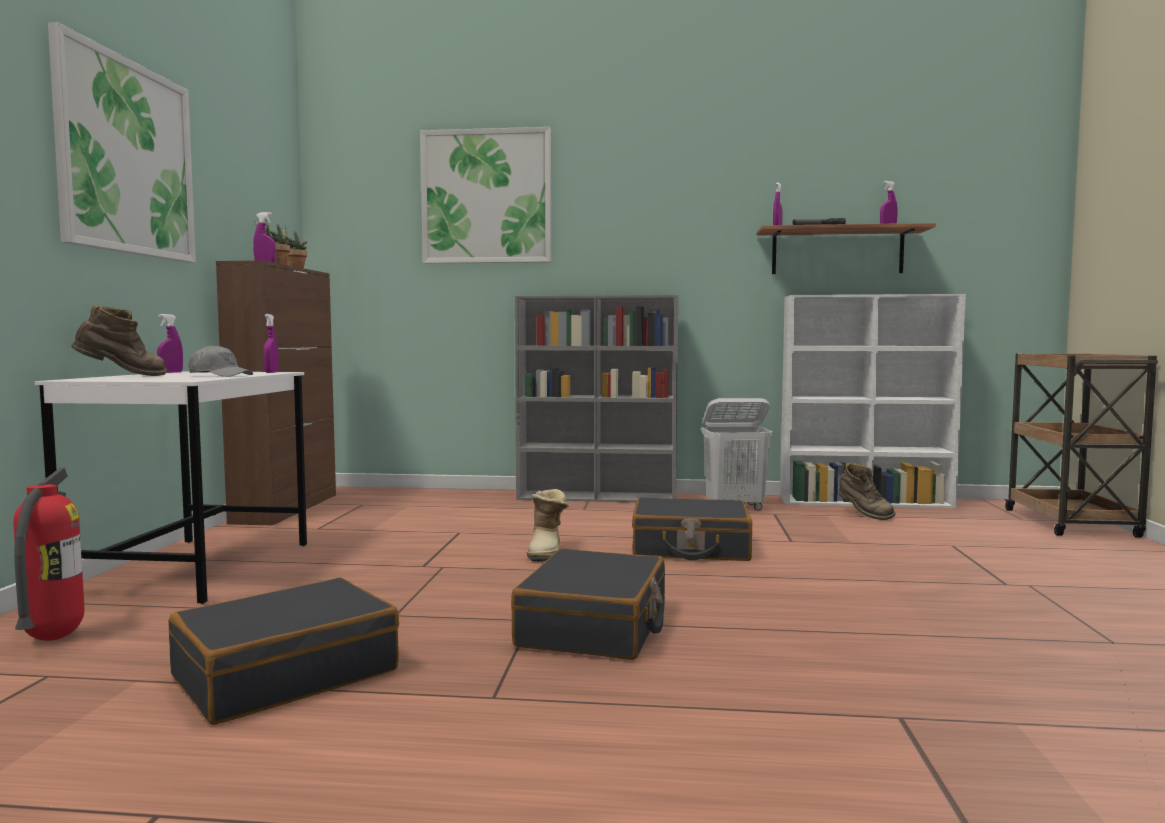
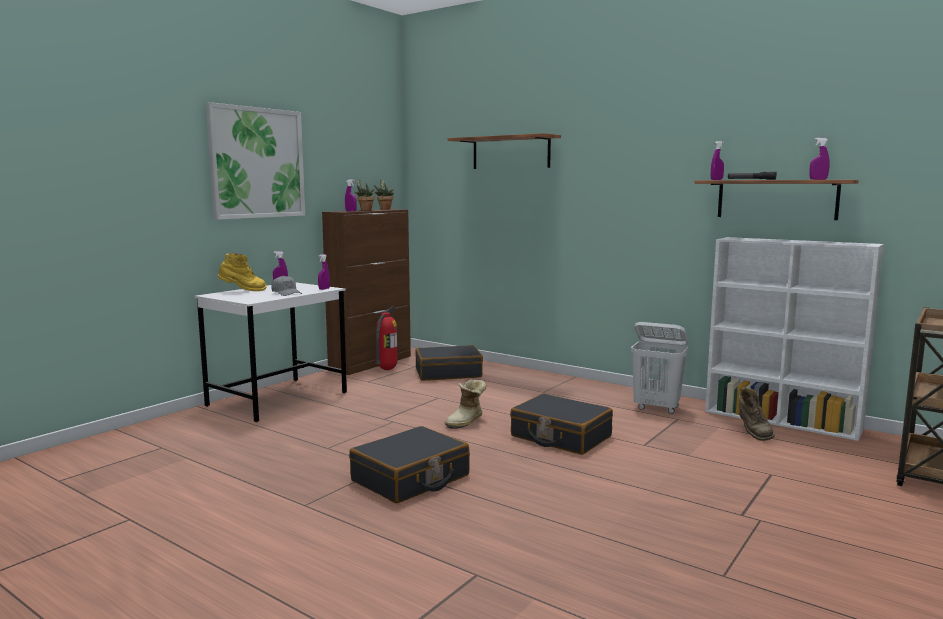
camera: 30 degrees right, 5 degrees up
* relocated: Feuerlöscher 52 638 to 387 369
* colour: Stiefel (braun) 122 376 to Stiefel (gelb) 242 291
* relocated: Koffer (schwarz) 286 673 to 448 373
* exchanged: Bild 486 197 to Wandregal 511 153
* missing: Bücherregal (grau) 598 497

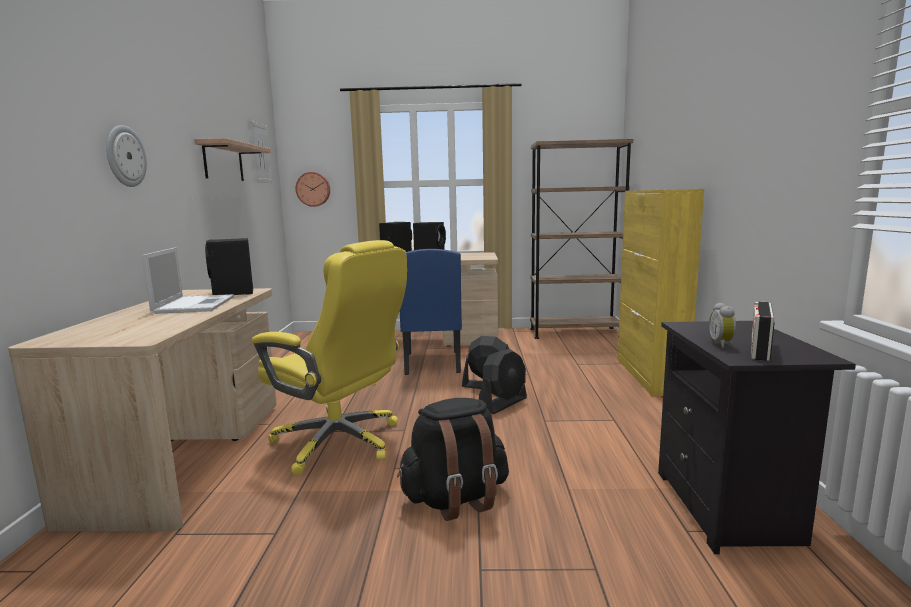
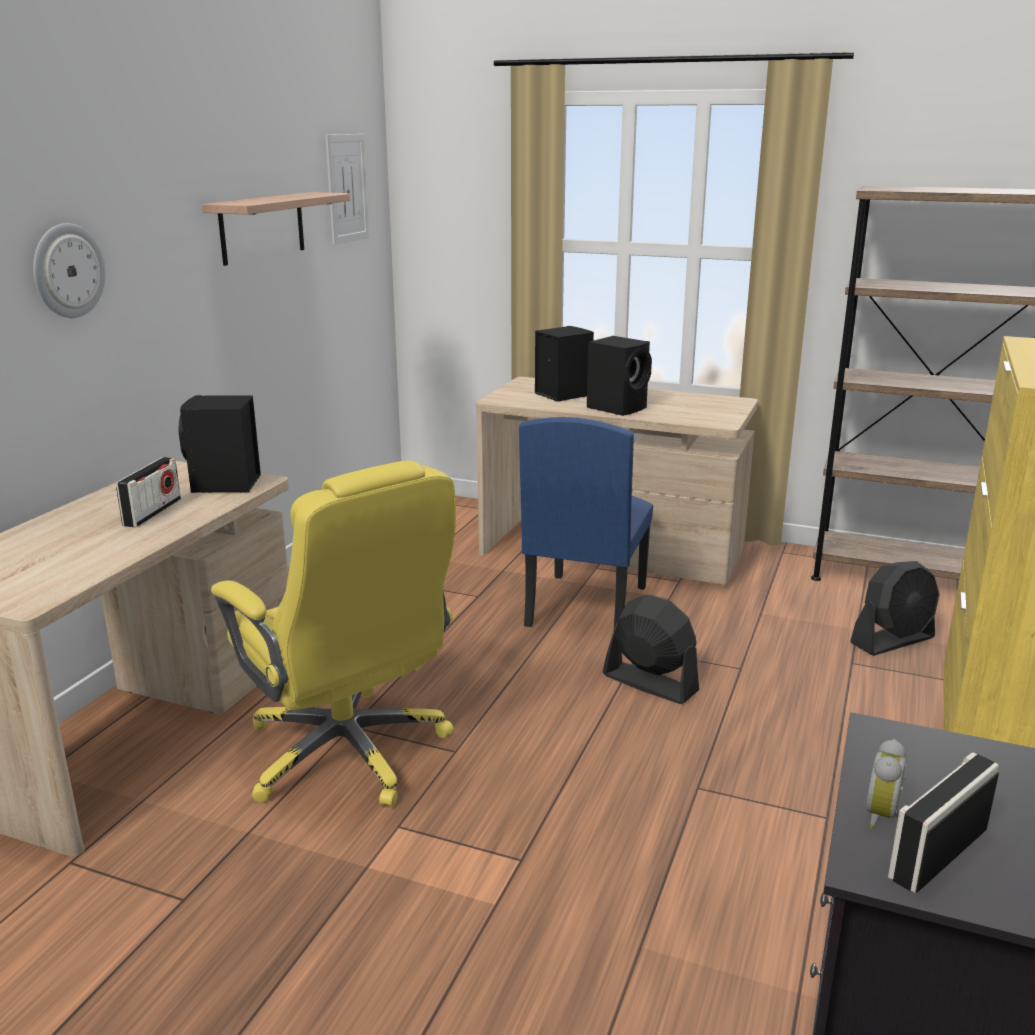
camera: 20 degrees right, 10 degrees up
* exchanged: Laptop 195 304 to Radio 152 512
* missing: Wanduhr 313 189
* missing: Rucksack (schwarz) 455 499
* relocated: Ventilator (schwarz) 503 403 to 893 640

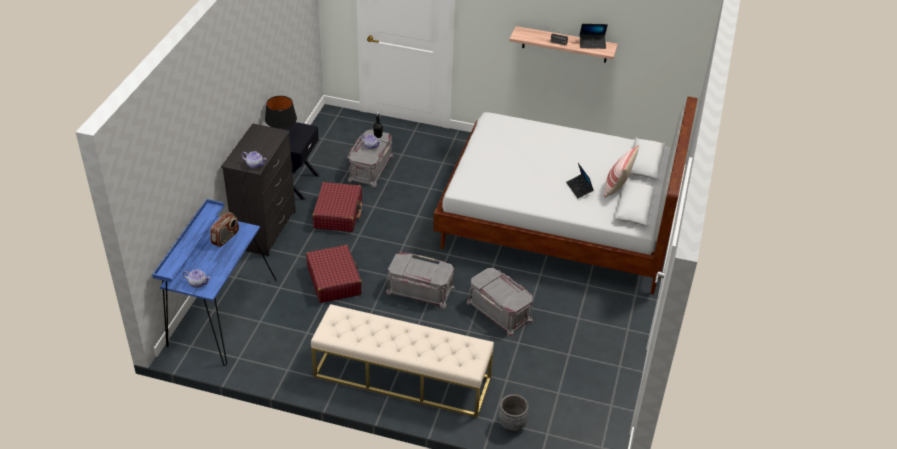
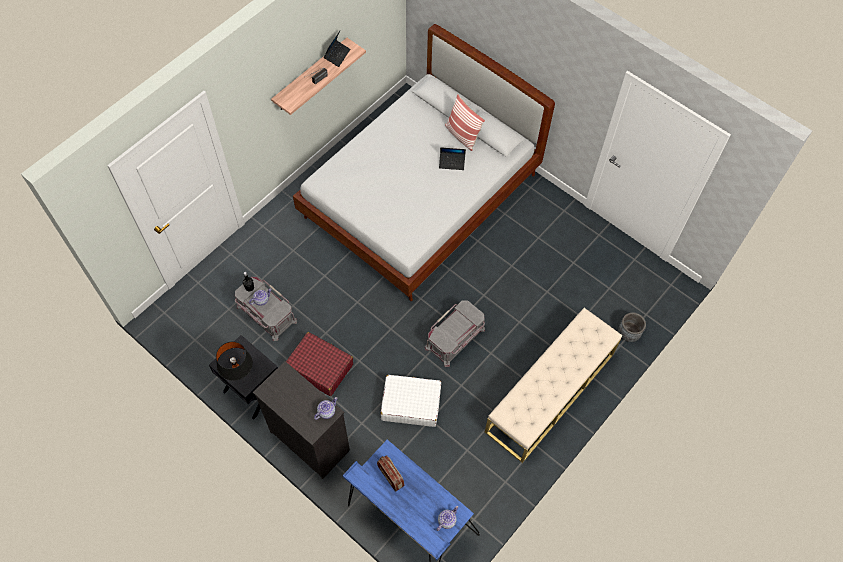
camera: 65 degrees left, 20 degrees up
* colour: Koffer (rot) 334 280 to Koffer (weiß) 410 404
* missing: Aufbewahrungsbox (grau) 500 310

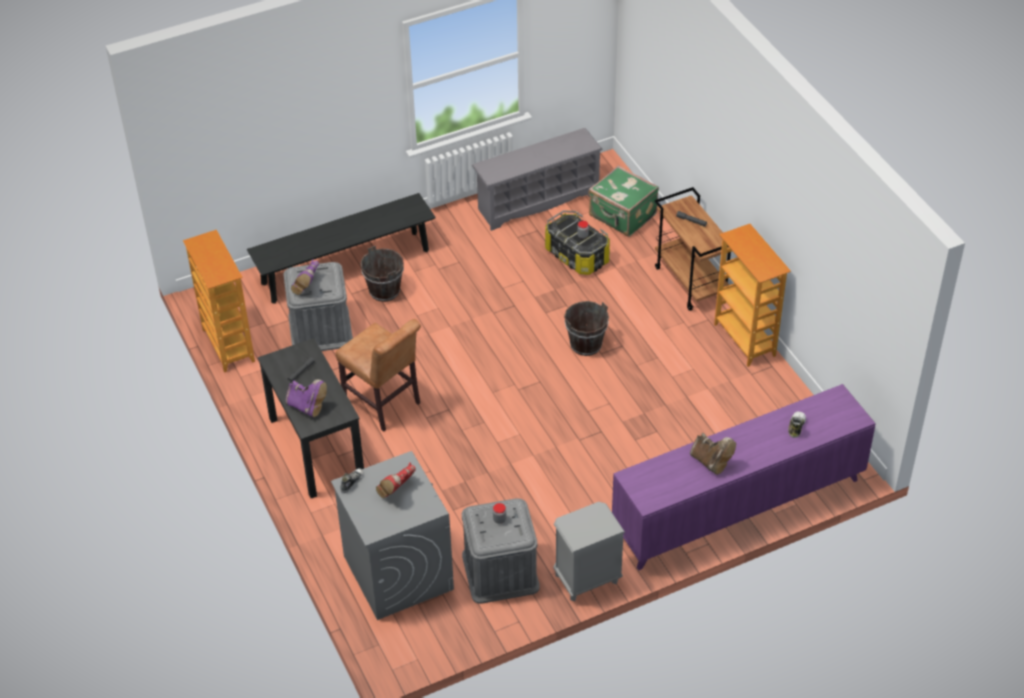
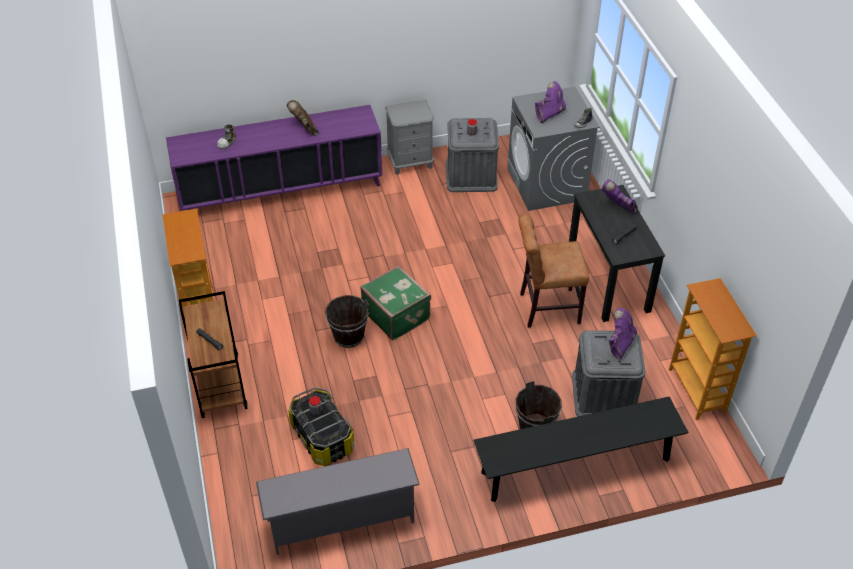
camera: 170 degrees left, 0 degrees up
* spun: Stuhl (braun) 384 405 = 546 308 60 degrees counterclockwise
* colour: Stiefel (rot) 397 491 to Stiefel (lila) 549 114
* relocated: Koffer (grün) 622 216 to 396 314

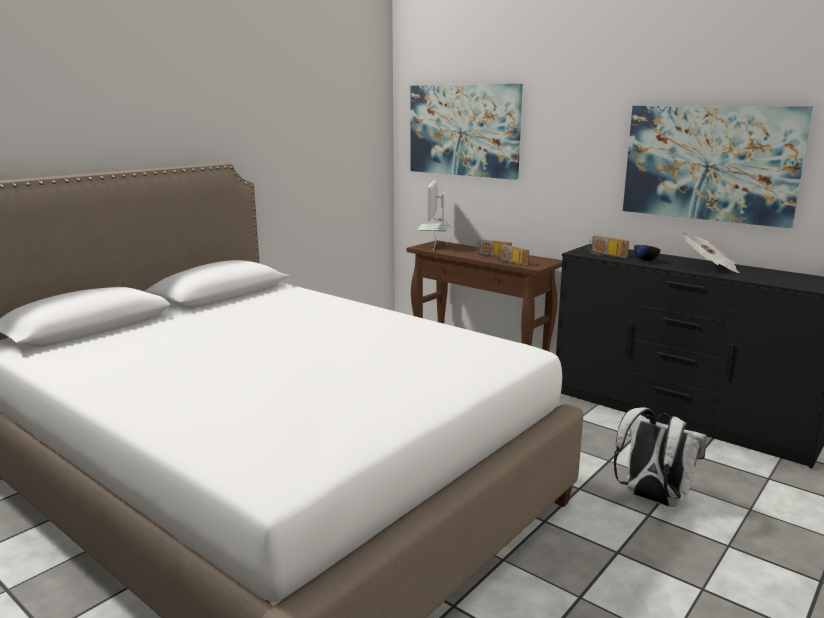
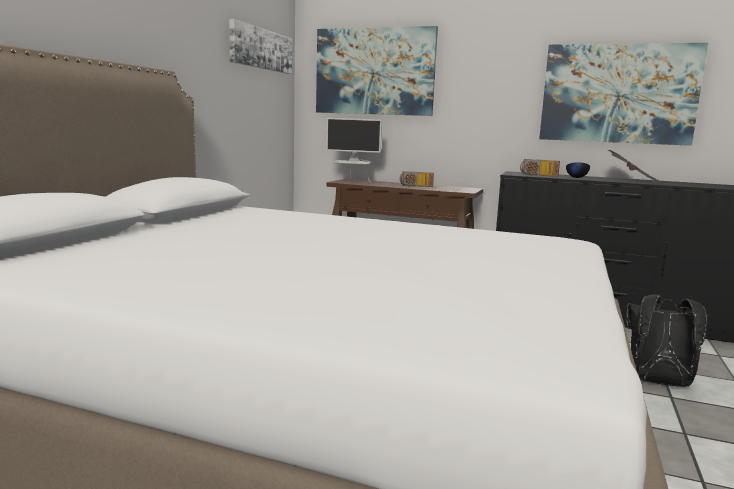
camera: 20 degrees left, 5 degrees down
* spun: Monitor 435 246 = 352 181 75 degrees counterclockwise
* missing: Radio 510 262
* colour: Rucksack (weiß) 652 498 to Rucksack (schwarz) 658 383
* appeared: Bild 261 49

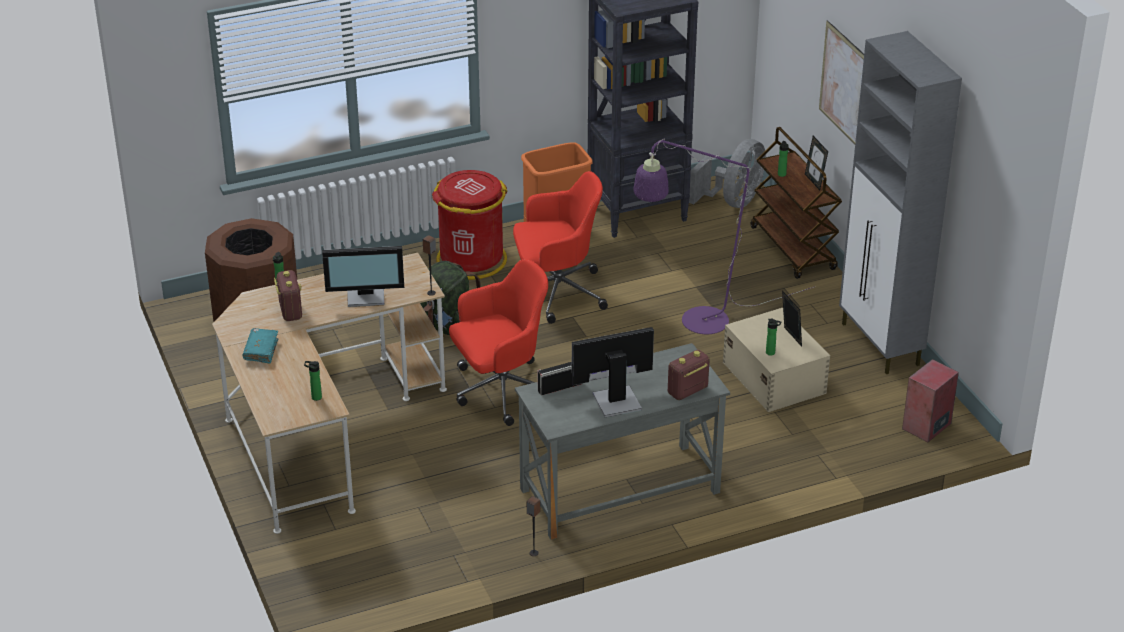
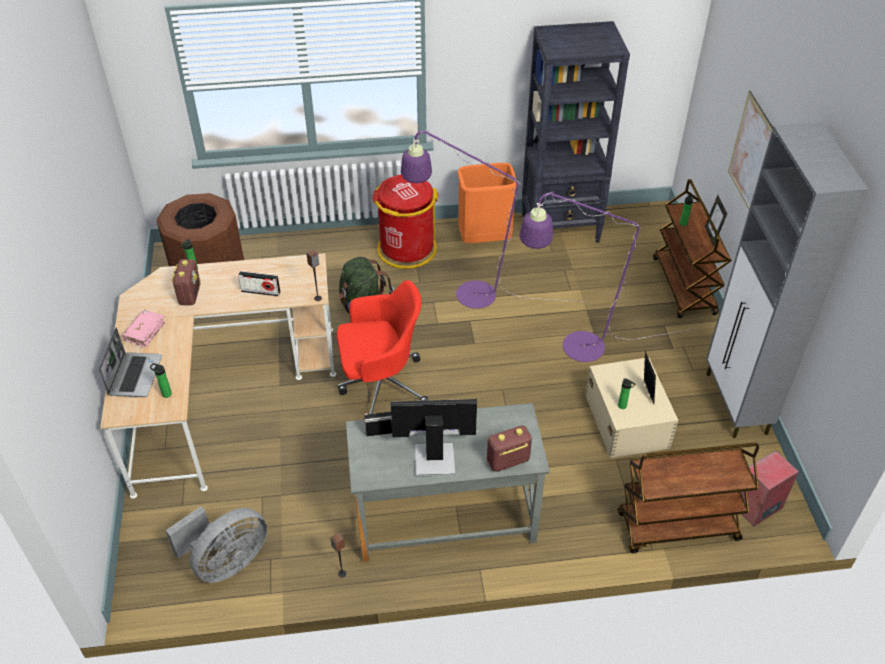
camera: 15 degrees right, 10 degrees up
* colour: Buch (türkis) 261 350 to Buch (rosa) 145 332
* exchanged: Monitor 366 296 to Radio 260 291
* exchanged: Bürostuhl (rot) 556 292 to Stehlampe (lila) 465 294
* relocated: Ventilator (grau) 733 201 to 226 562
* appeared: Laptop 135 375
* appeared: Rollwagen (braun) 677 527

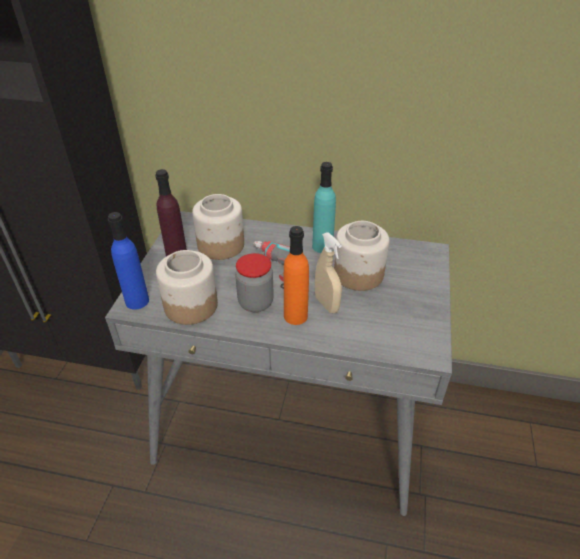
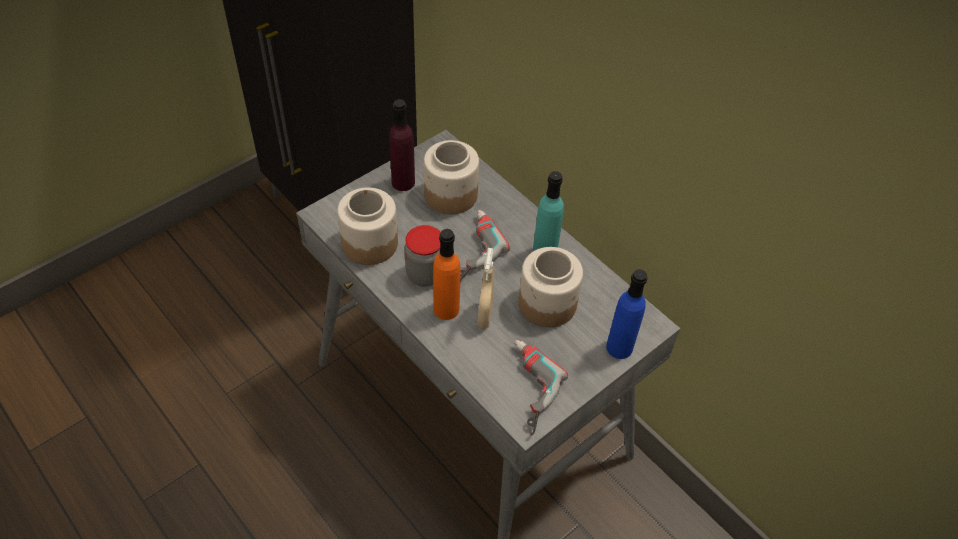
camera: 35 degrees right, 10 degrees up
* relocated: Flasche (blau) 137 301 to 619 347
* appeared: Bohrmaschine 524 388

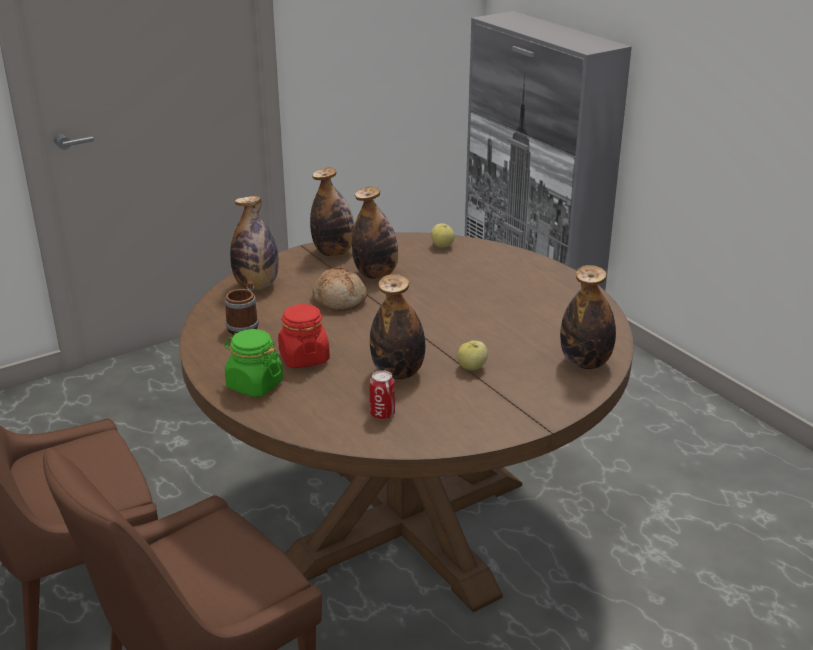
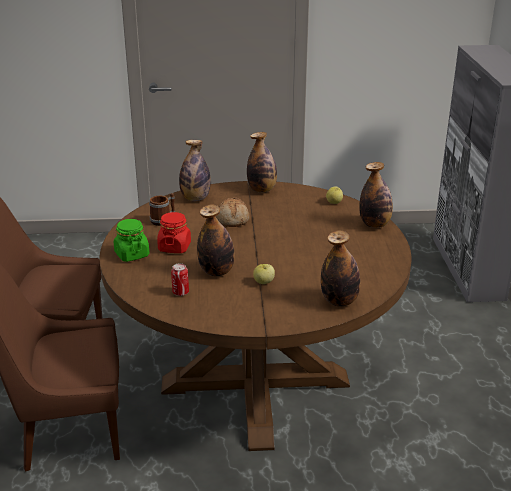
camera: 30 degrees right, 0 degrees up
* relocated: Flasche 376 274 to 374 224

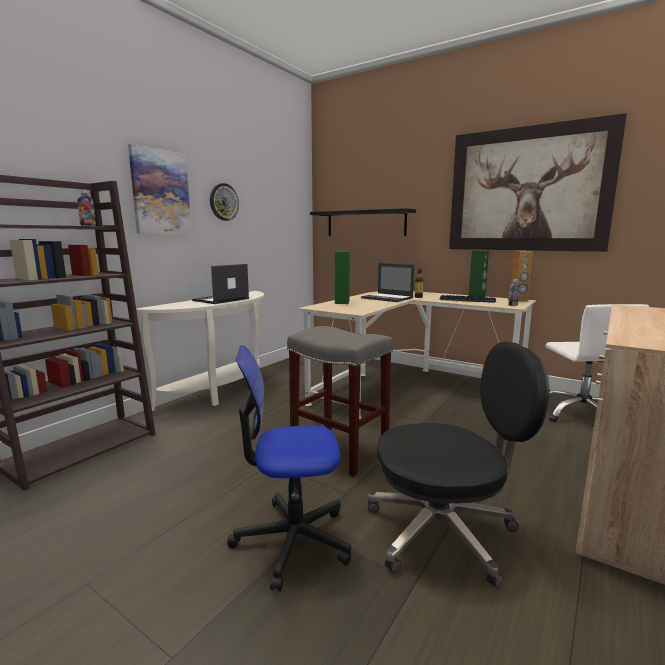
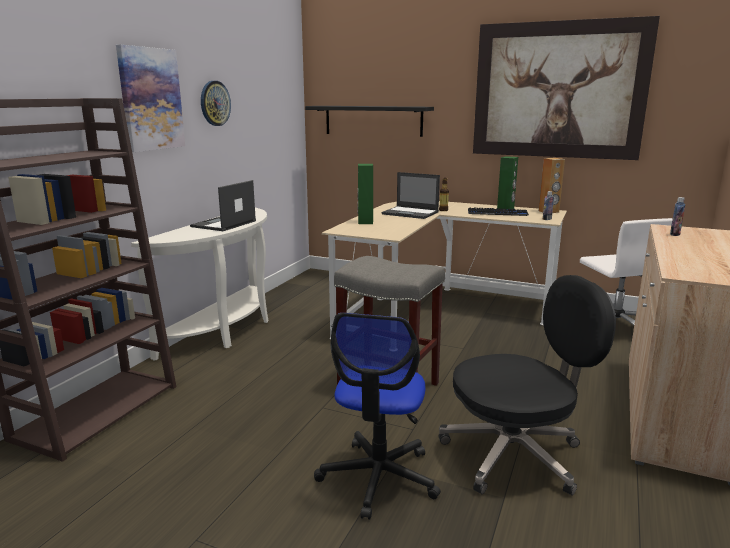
camera: 10 degrees left, 5 degrees up
* relocated: Flasche 88 225 to 674 234
* spun: Bürostuhl 292 540 = 378 477 60 degrees counterclockwise

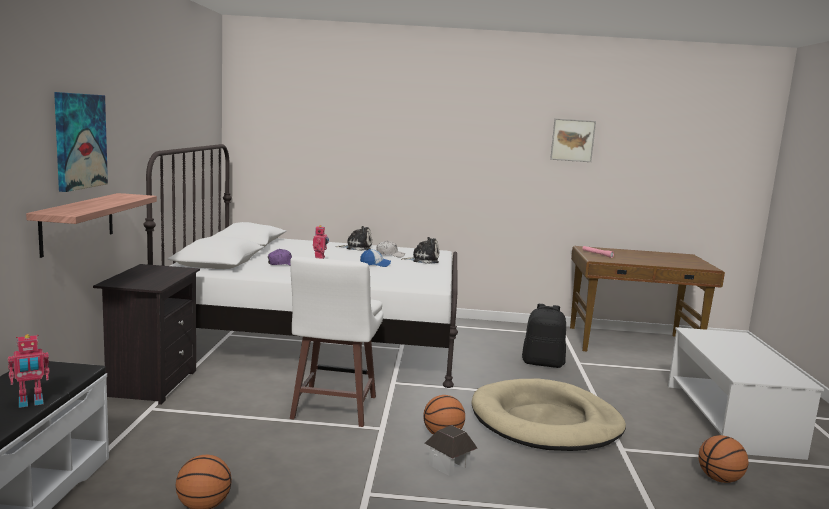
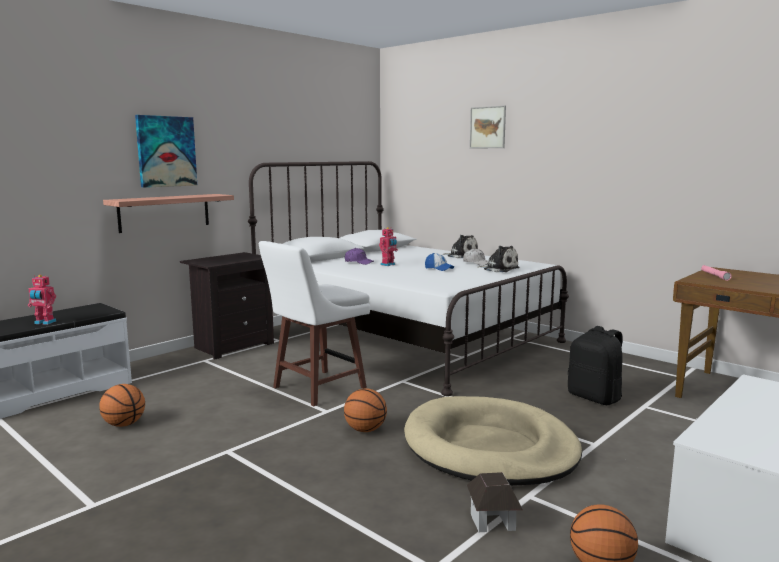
camera: 40 degrees right, 0 degrees up
* relocated: Spielzeughaus 449 465 to 492 521
* relocated: Bild 572 140 to 487 127

